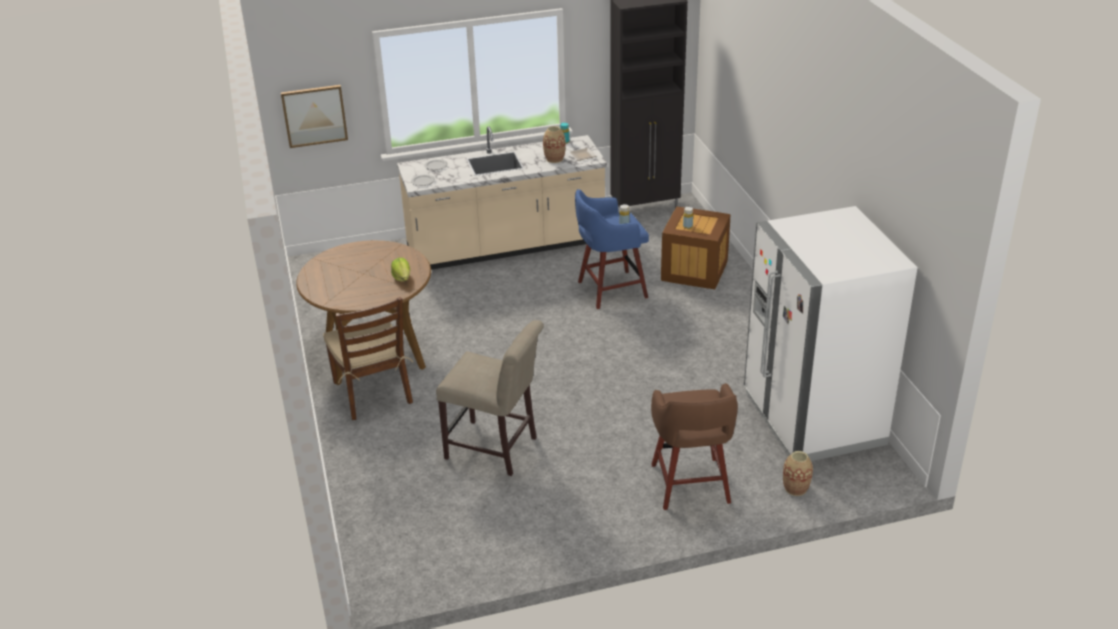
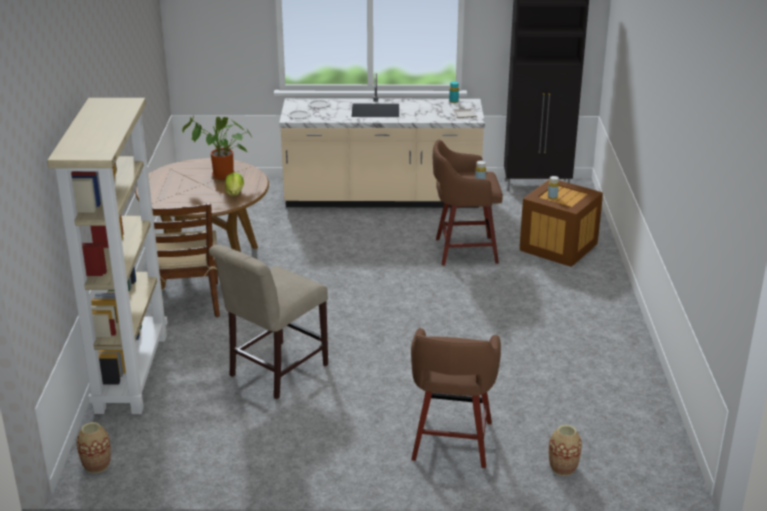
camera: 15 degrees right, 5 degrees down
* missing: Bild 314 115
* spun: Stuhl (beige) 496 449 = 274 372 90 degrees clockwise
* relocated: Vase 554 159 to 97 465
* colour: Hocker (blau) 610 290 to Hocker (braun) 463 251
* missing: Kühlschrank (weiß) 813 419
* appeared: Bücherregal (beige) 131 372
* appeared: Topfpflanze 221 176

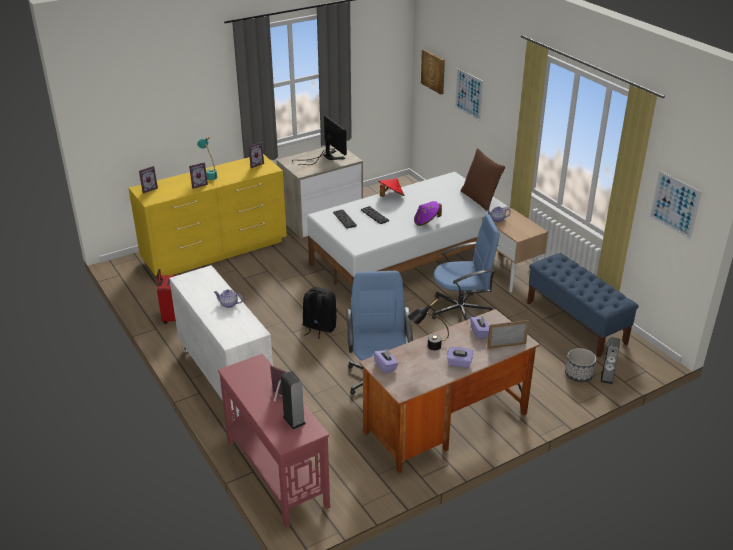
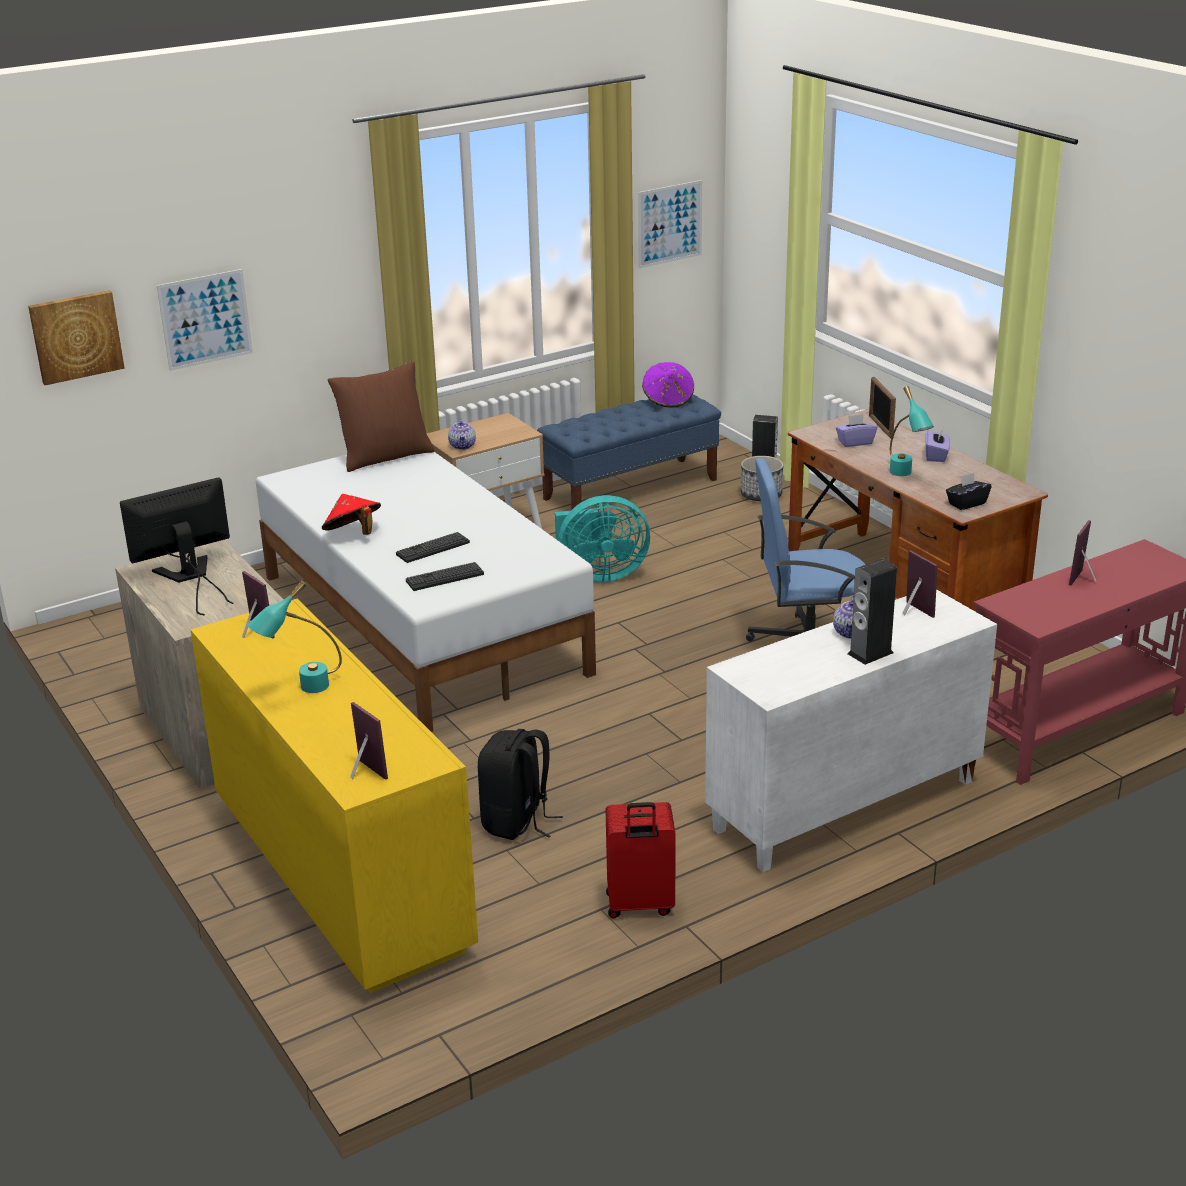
camera: 90 degrees left, 5 degrees down
* relocated: Bilderrahmen 198 185 to 912 612
* relocated: Lautsprecher 294 420 to 870 653
* relocated: Rucksack (schwarz) 319 327 to 517 822
* colour: Taschentuchbox (lila) 385 366 to Taschentuchbox (schwarz) 966 503
* colour: Tischlampe (schwarz) 427 347 to Tischlampe (türkis) 905 476
* relocated: Hut (lila) 426 221 to 668 400
* exchanged: Bürostuhl (blau) 461 310 to Ventilator (türkis) 599 574

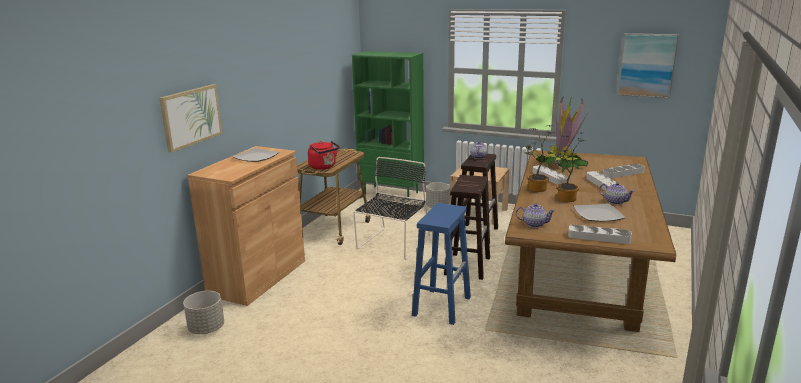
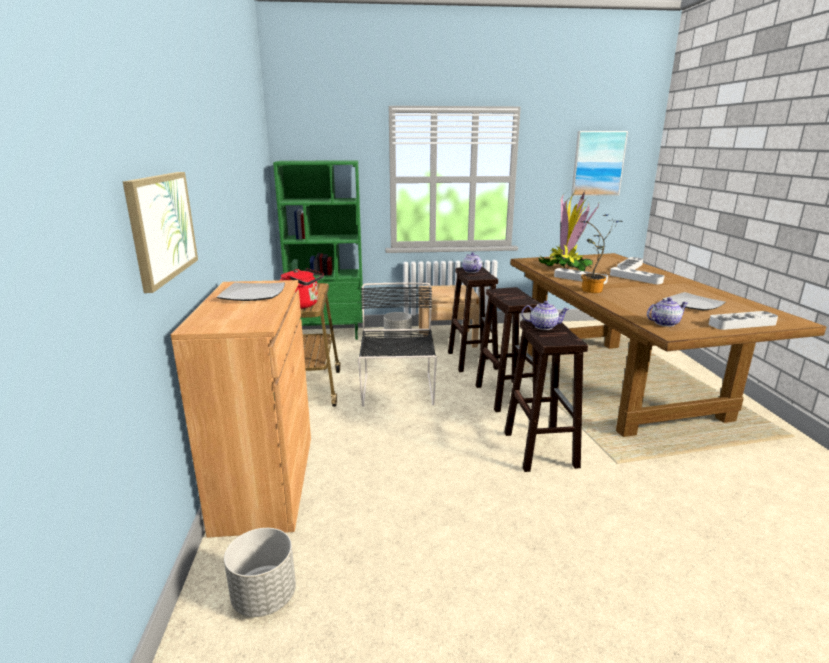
camera: 30 degrees left, 0 degrees up
* colour: Hocker (blau) 442 305 to Hocker (braun) 539 449
* missing: Topfpflanze 564 199
* relocated: Teekanne 615 202 to 543 326

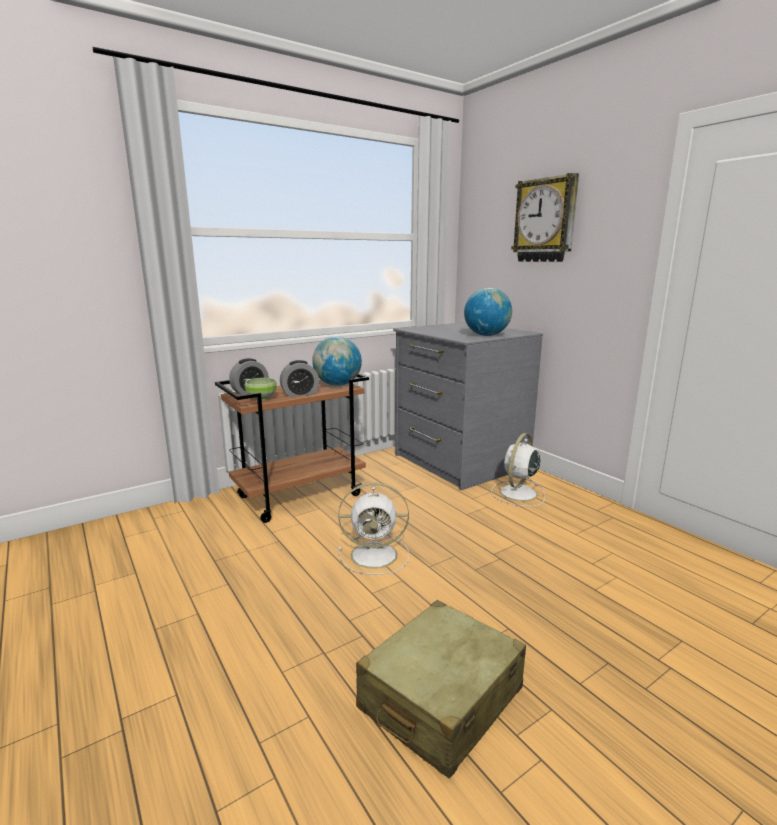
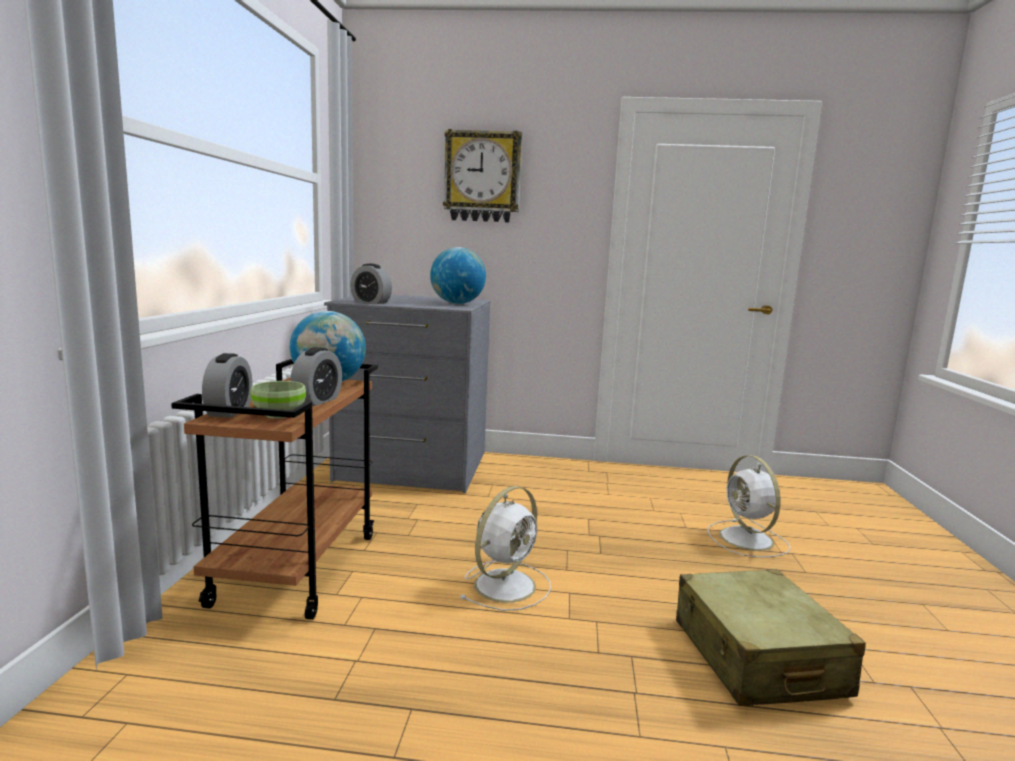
camera: 50 degrees left, 5 degrees down
* relocated: Ventilator (weiß) 517 493 to 747 540
* appeared: Wecker 371 302

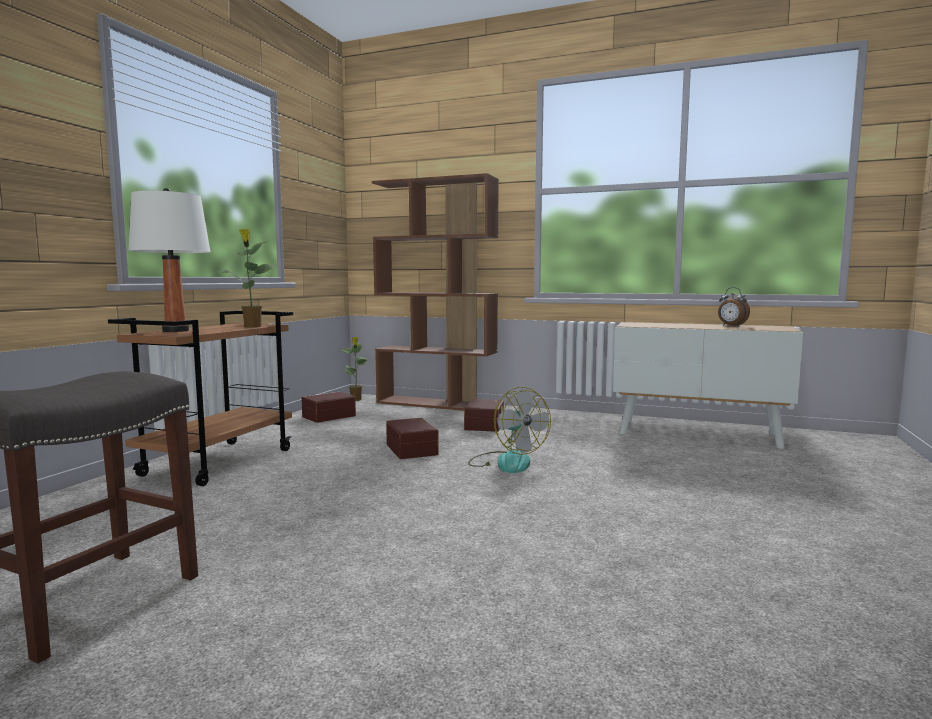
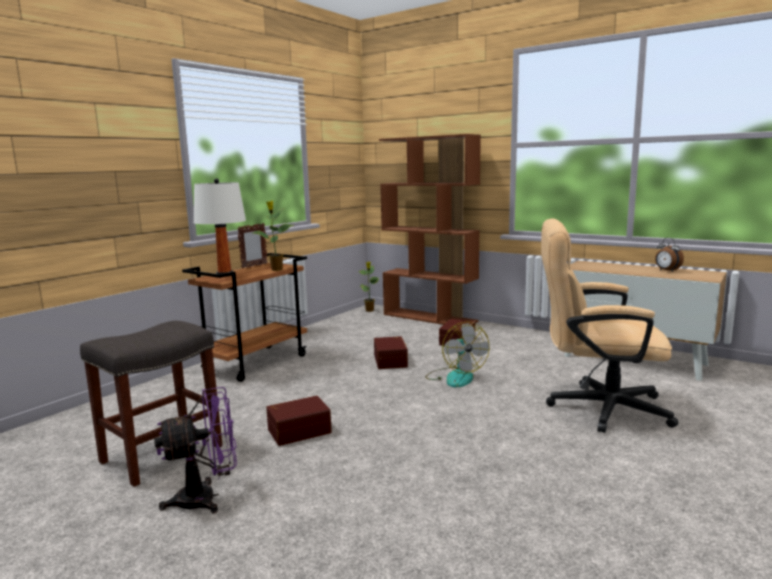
camera: 15 degrees right, 5 degrees up
* relocated: Aufbewahrungsbox (braun) 328 416 to 299 430
* appeared: Ventilator (lila) 207 498
* appeared: Bilderrahmen 254 266
* appeared: Bürostuhl (beige) 596 407

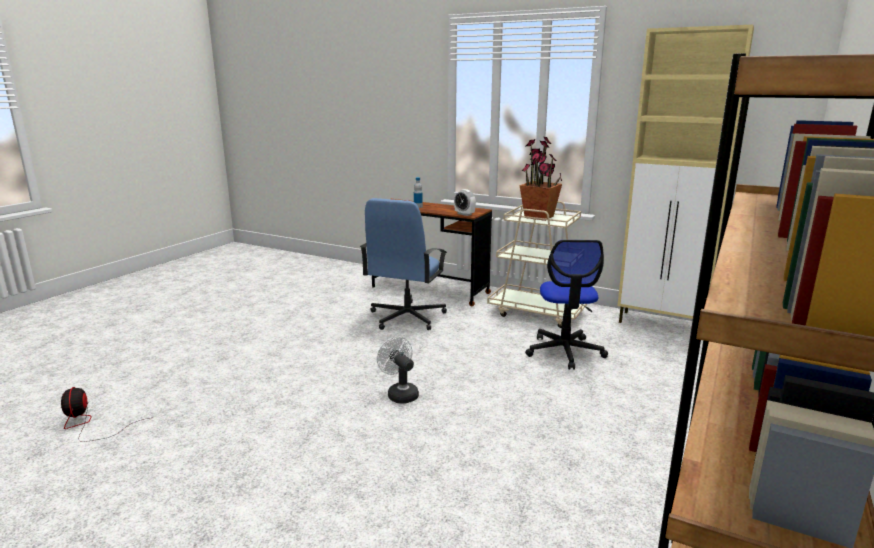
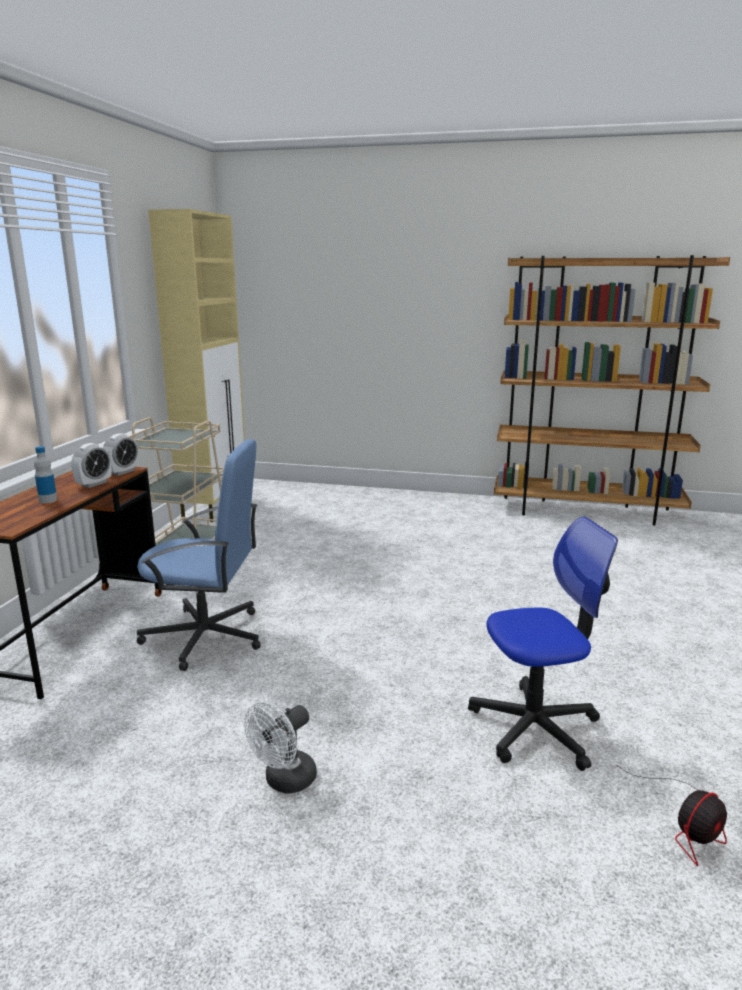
camera: 105 degrees left, 0 degrees up
* relocated: Ventilator (weiß) 400 394 to 284 781
* missing: Topfpflanze 539 217
* relocated: Bürostuhl 565 352 to 535 727
* appeared: Wecker 94 484

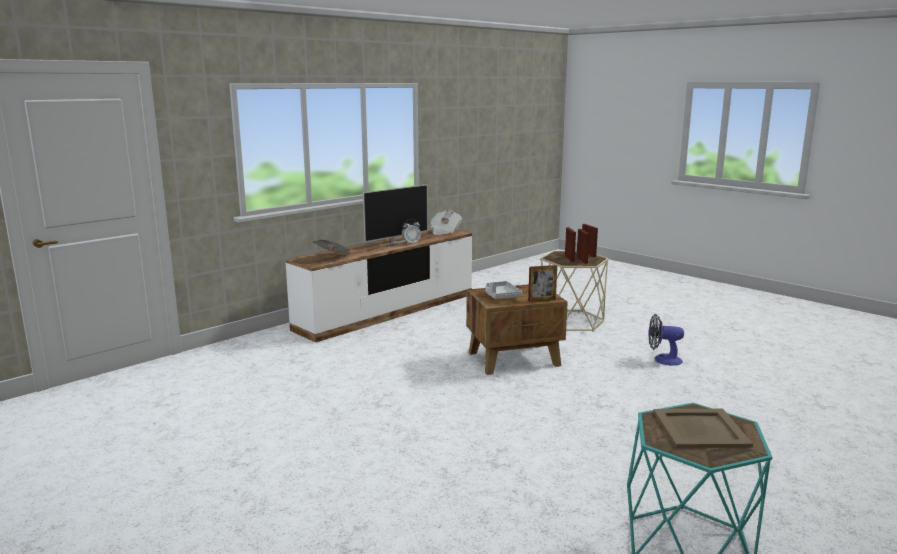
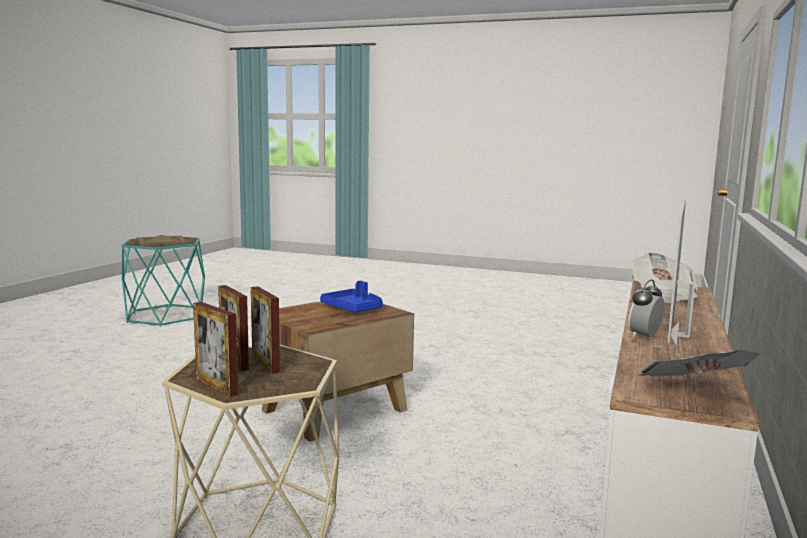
camera: 155 degrees right, 5 degrees down
* colour: Tablett (grau) 501 296 to Tablett (blau) 353 309
* missing: Bilderrahmen 542 300
* missing: Ventilator 662 360

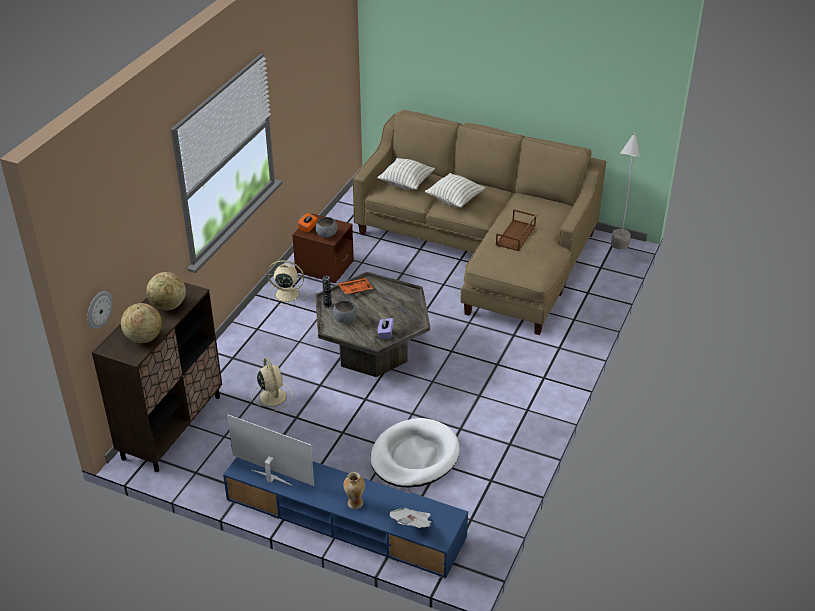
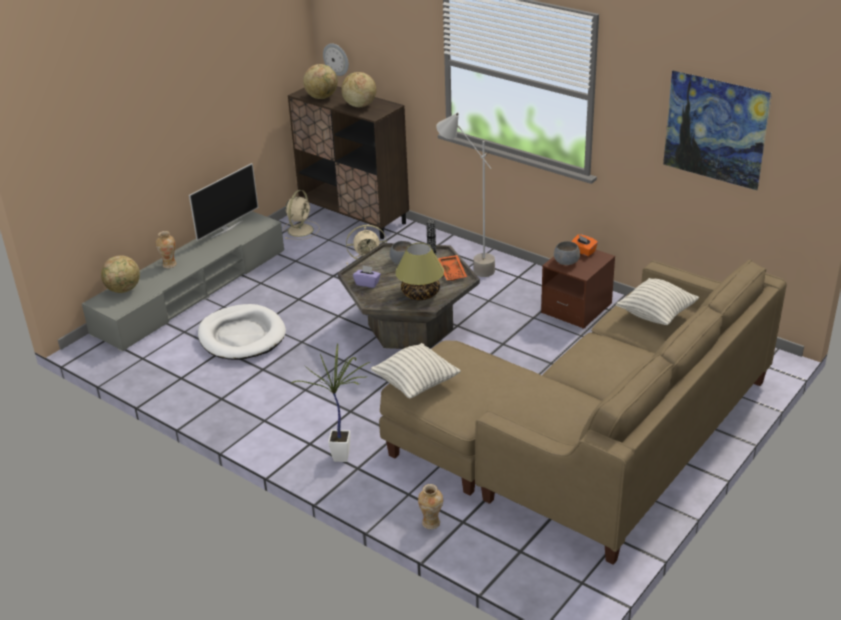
camera: 105 degrees right, 5 degrees down
* colour: Fernsehschrank (blau) 344 519 to Fernsehschrank (grau) 192 291
* relocated: Ventilator (beige) 286 294 to 301 229
* exchanged: Zeitung 412 525 to Globus 124 290
* relocated: Kissen 454 200 to 416 384
* missing: Tablett (braun) 516 236
* relocated: Stehlampe (grau) 617 252 to 468 266
* appeared: Topfpflanze 344 455
* appeared: Tischlampe 421 294
* appeared: Vase 431 523
* appeared: Bild 712 154

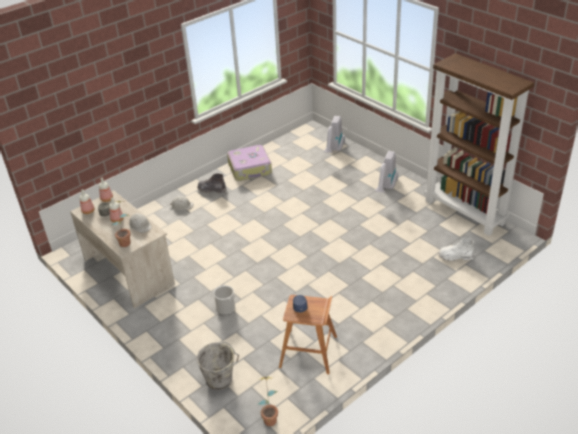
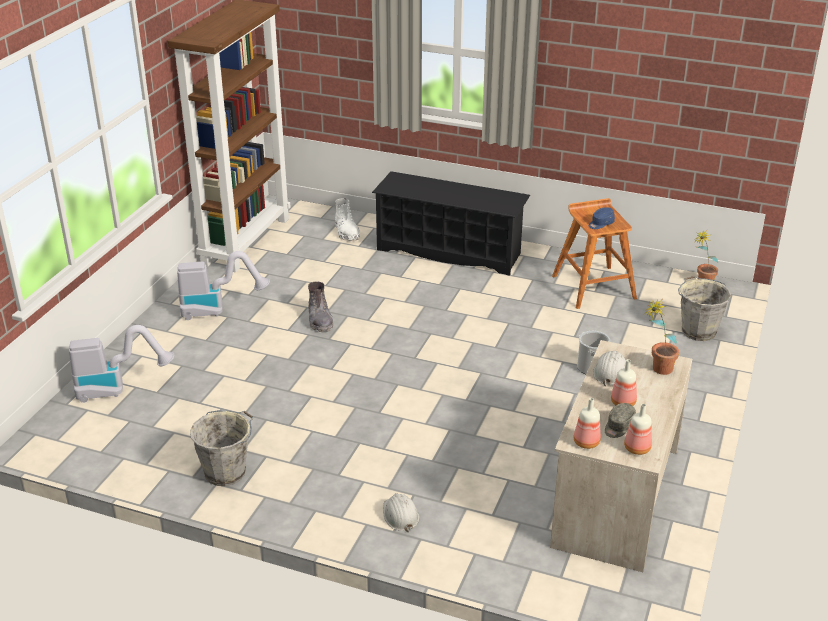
camera: 120 degrees left, 5 degrees down
* relocated: Stiefel (grau) 212 190 to 320 320
* exchanged: Koffer 250 168 to Eimer (grau) 227 472
* appeared: Schuhregal (schwarz) 449 251

